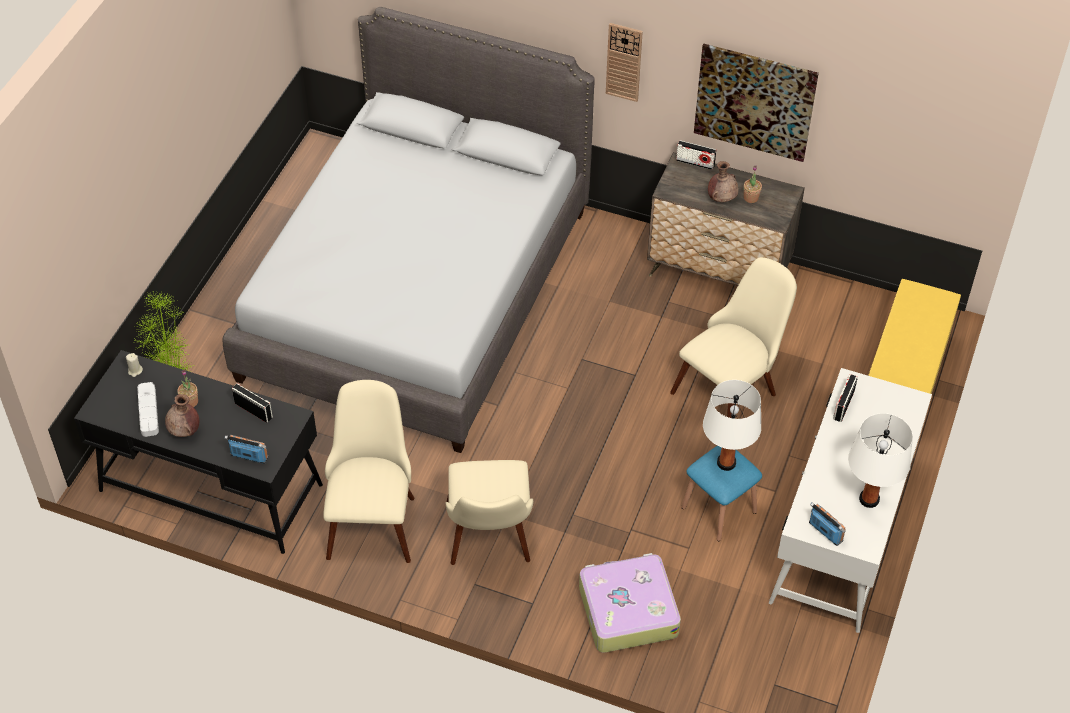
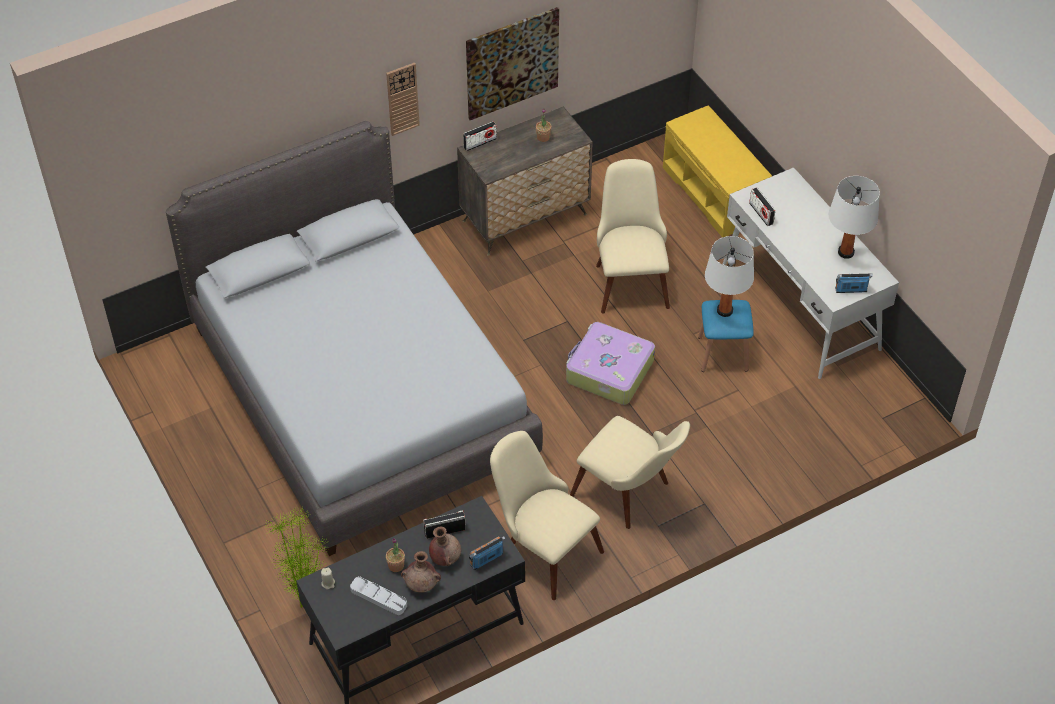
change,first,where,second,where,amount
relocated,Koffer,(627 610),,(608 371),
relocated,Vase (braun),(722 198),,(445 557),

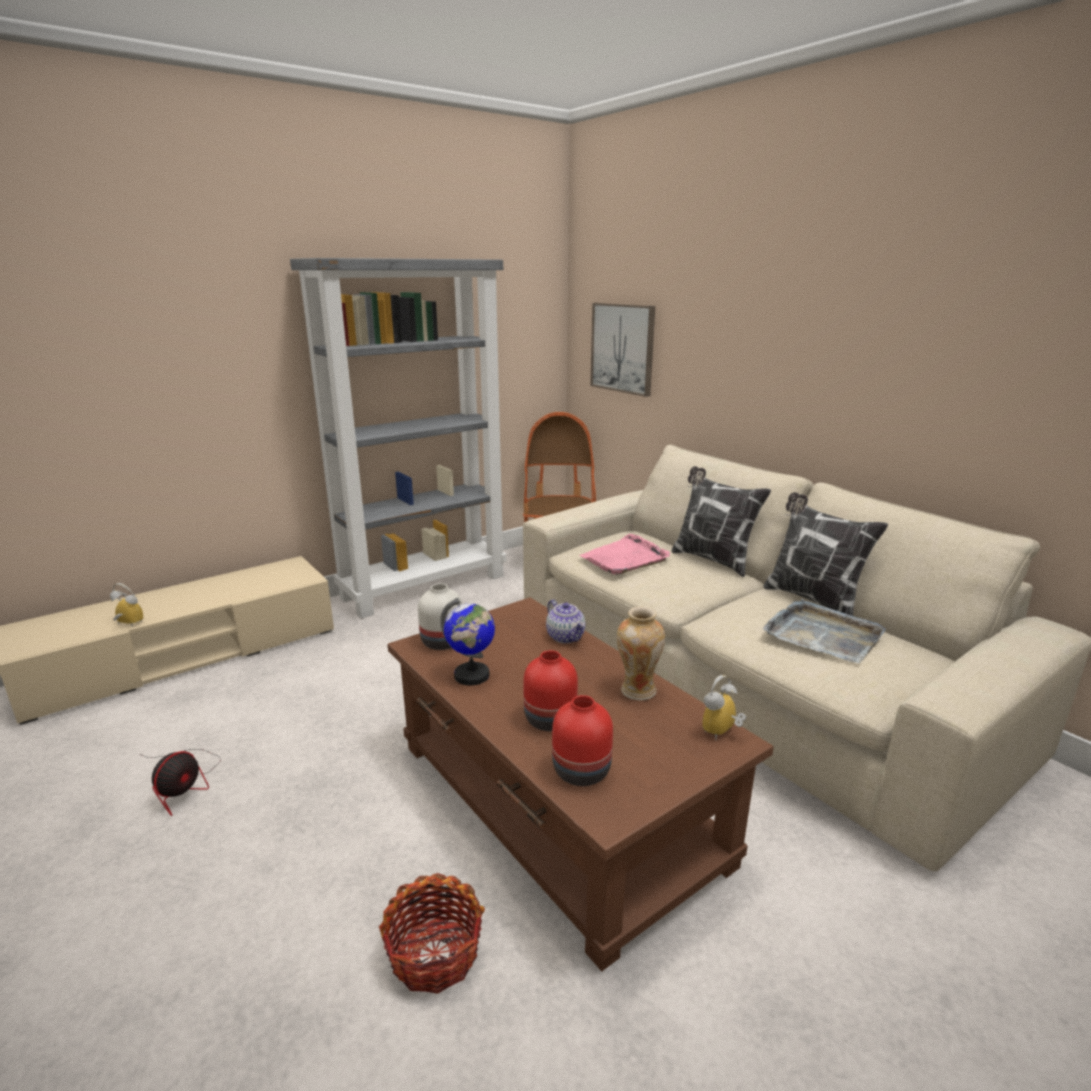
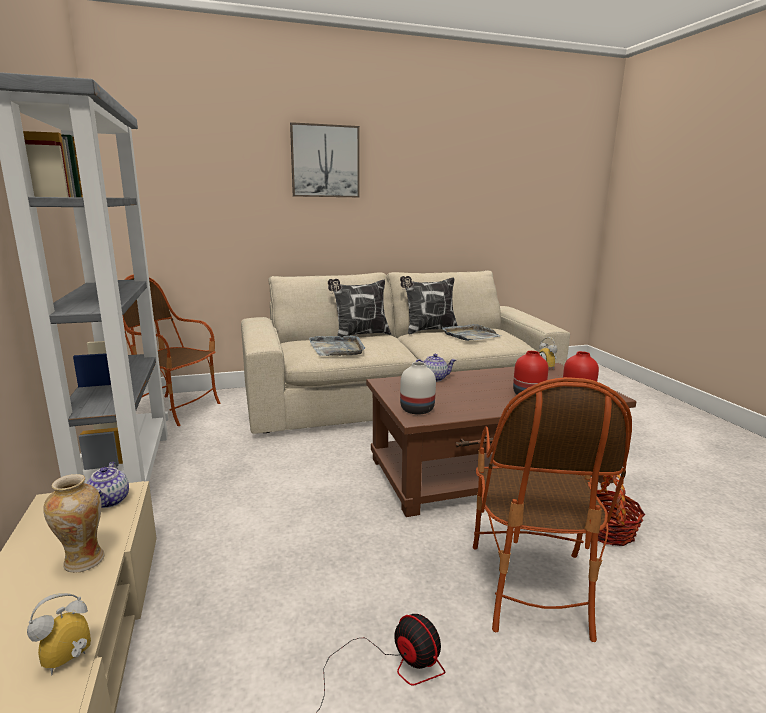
change,first,where,second,where,amount
missing,Globus,(472 676),,,
appeared,,,Teekanne,(110 501),
appeared,,,Sessel,(531 587),
relocated,Bild,(623 348),,(325 161),
relocated,Vase,(638 691),,(83 561),
colour,Tablett (rosa),(625 558),Tablett (grau),(337 348),

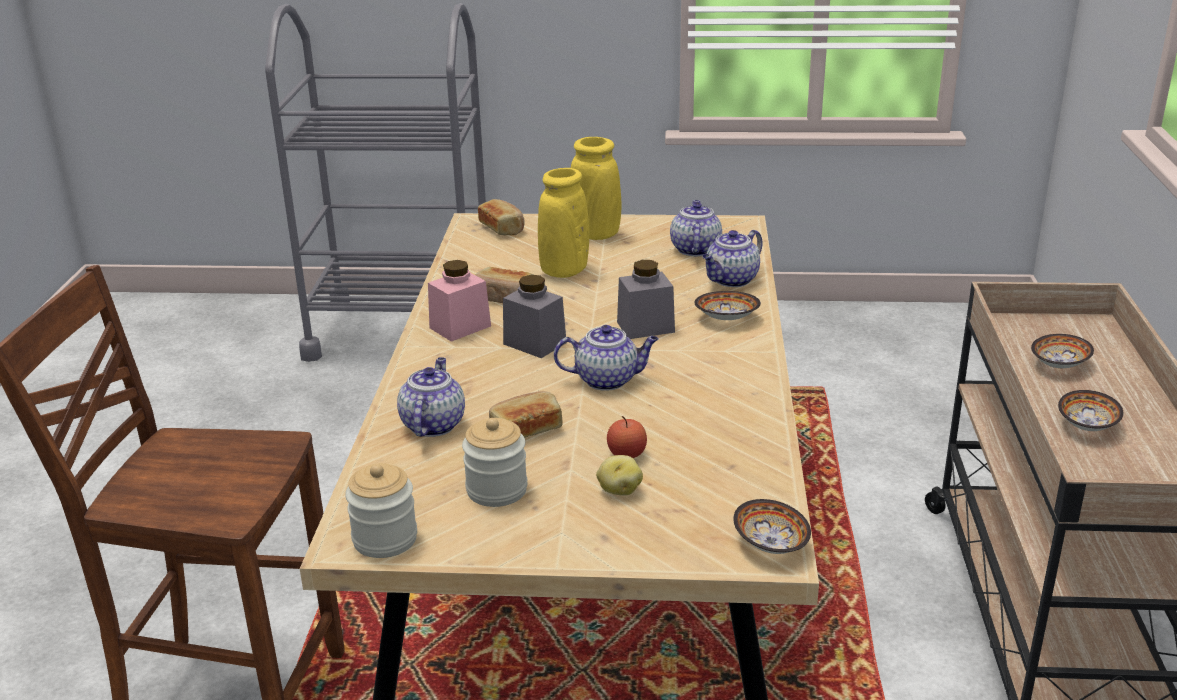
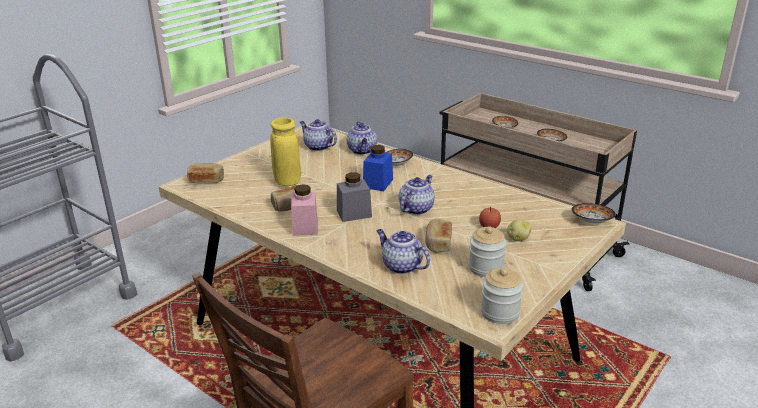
change,first,where,second,where,amount
missing,Vase (gelb),(595 235),,,
colour,Vorratsglas (grau),(645 327),Vorratsglas (blau),(378 183),

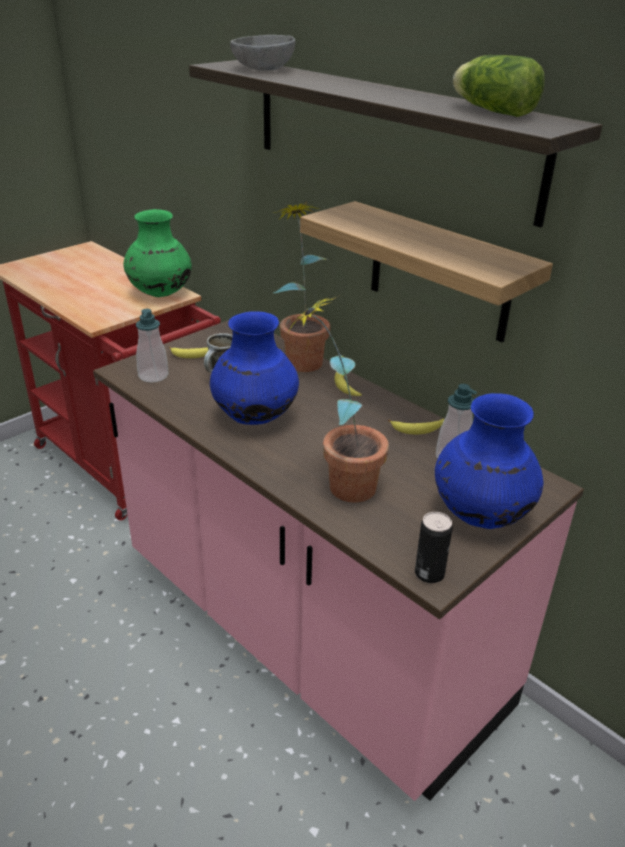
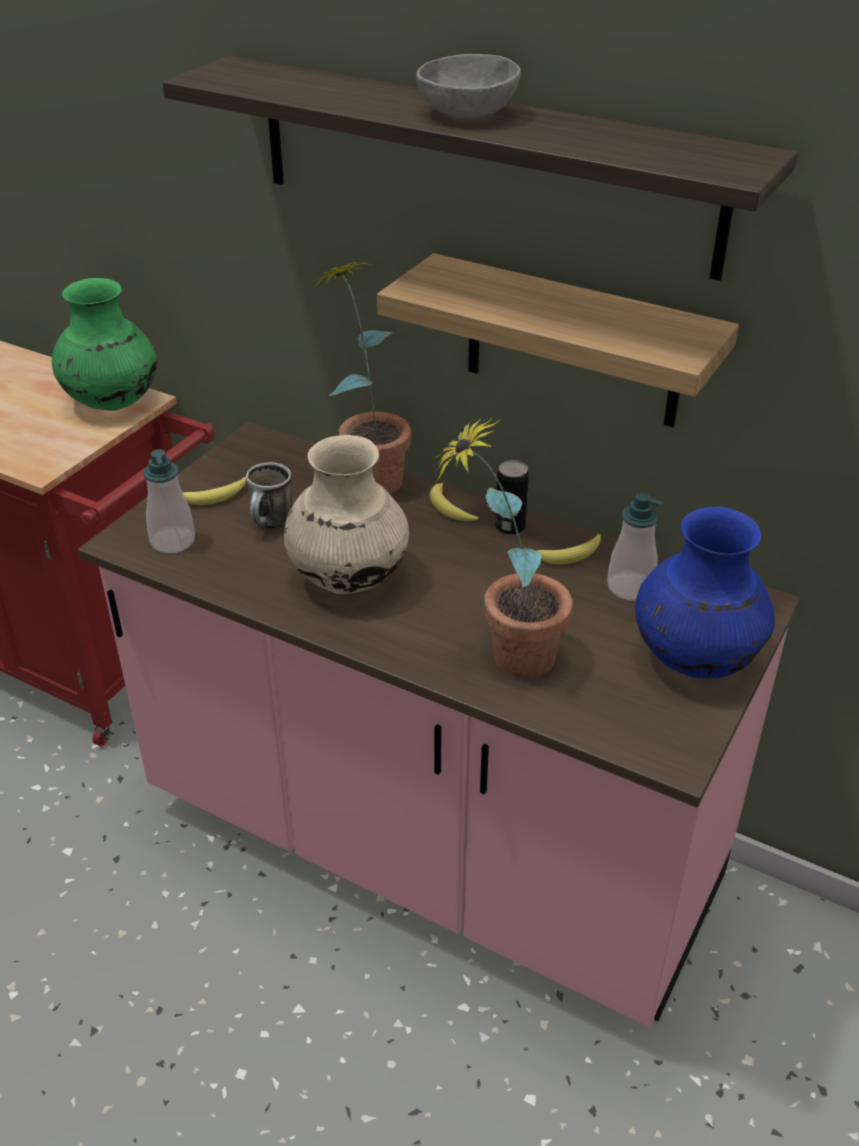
change,first,where,second,where,amount
missing,Salatkopf,(491 111),,,
relocated,Schüssel (grau),(263 69),,(467 114),
relocated,Dose,(429 573),,(510 527),
colour,Vase (blau),(254 416),Vase (beige),(348 578),

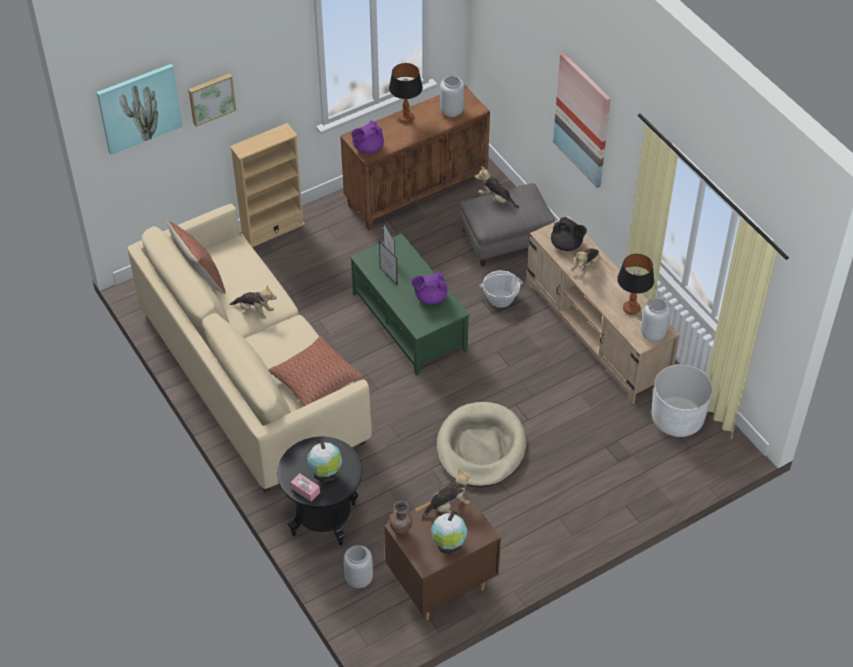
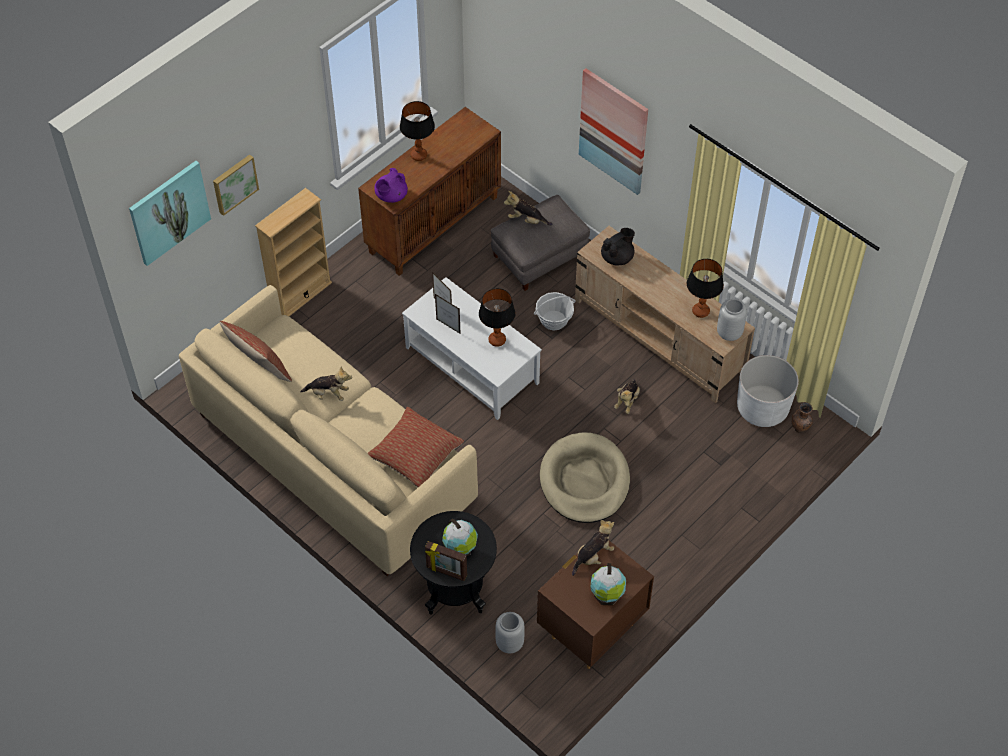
change,first,where,second,where,amount
missing,Vase (grau),(452 111),,,
relocated,Vase (braun),(401 531),,(800 429),
relocated,Plüschtier,(585 267),,(627 401),
exchanged,Taschentuchbox (rosa),(305 490),Bilderrahmen,(446 572),
exchanged,Teekanne (lila),(430 297),Tischlampe,(497 340),
colour,Couchtisch (grün),(408 323),Couchtisch (weiß),(471 366),
spun,Teekanne (schwarz),(567 245),,(617 257),60 degrees counterclockwise

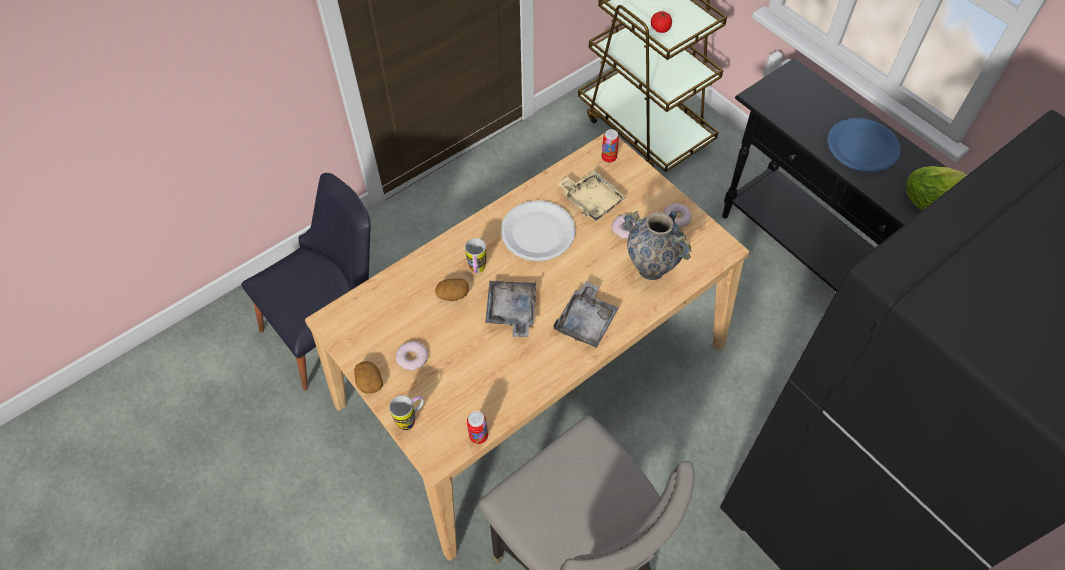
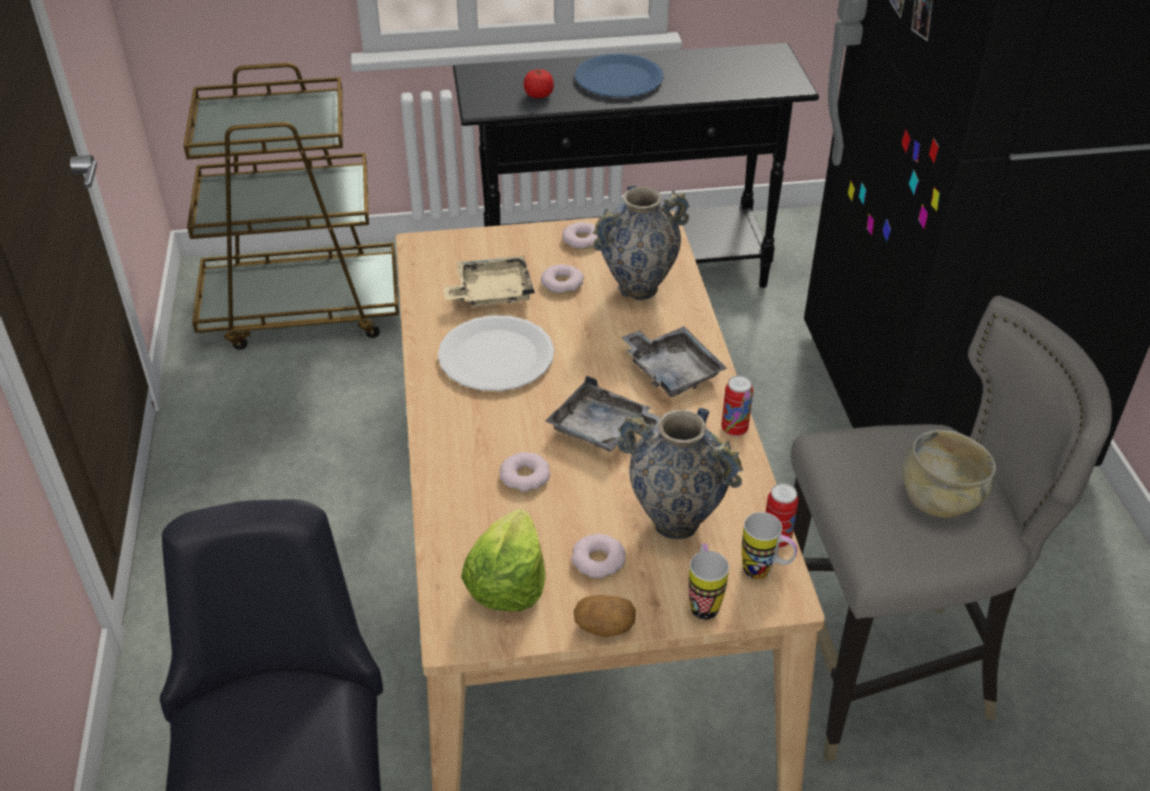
change,first,where,second,where,amount
appeared,,,Vase,(675 521),
appeared,,,Schüssel (beige),(939 498),
relocated,Henkelbecher,(477 271),,(765 573),
relocated,Dose,(609 158),,(734 429),
relocated,Tomate,(660 29),,(538 95),
relocated,Salatkopf,(927 196),,(507 582),
exchanged,Kartoffel,(452 294),Donut,(525 476),

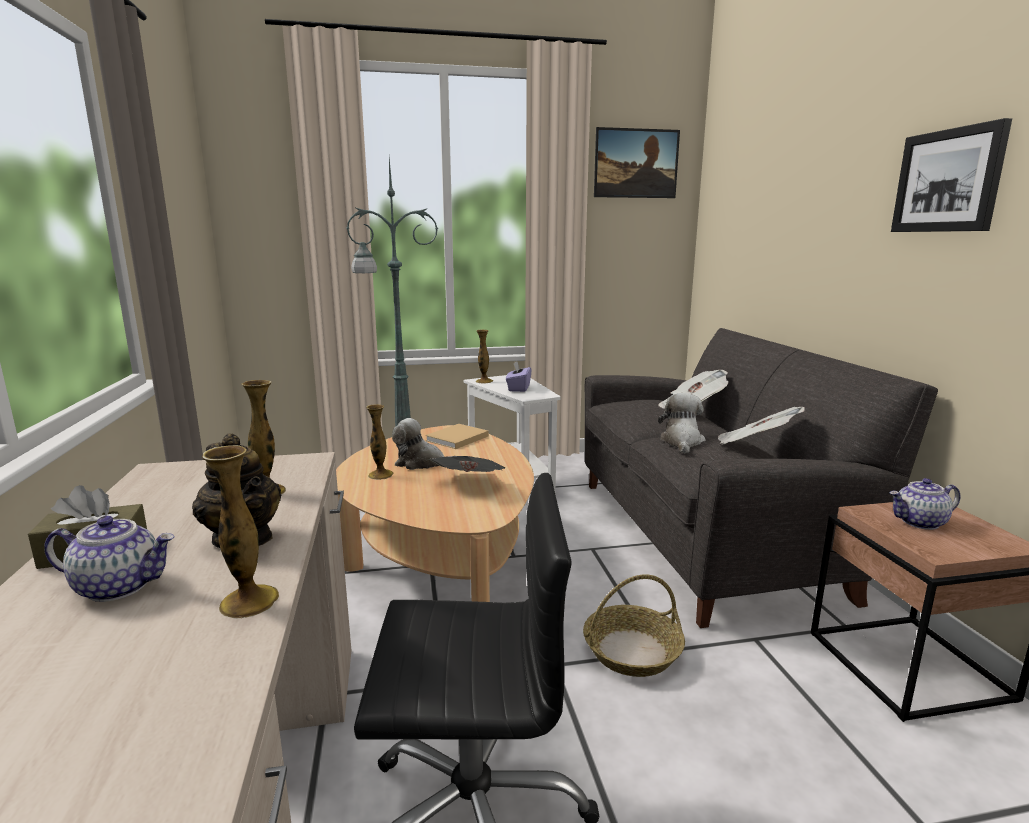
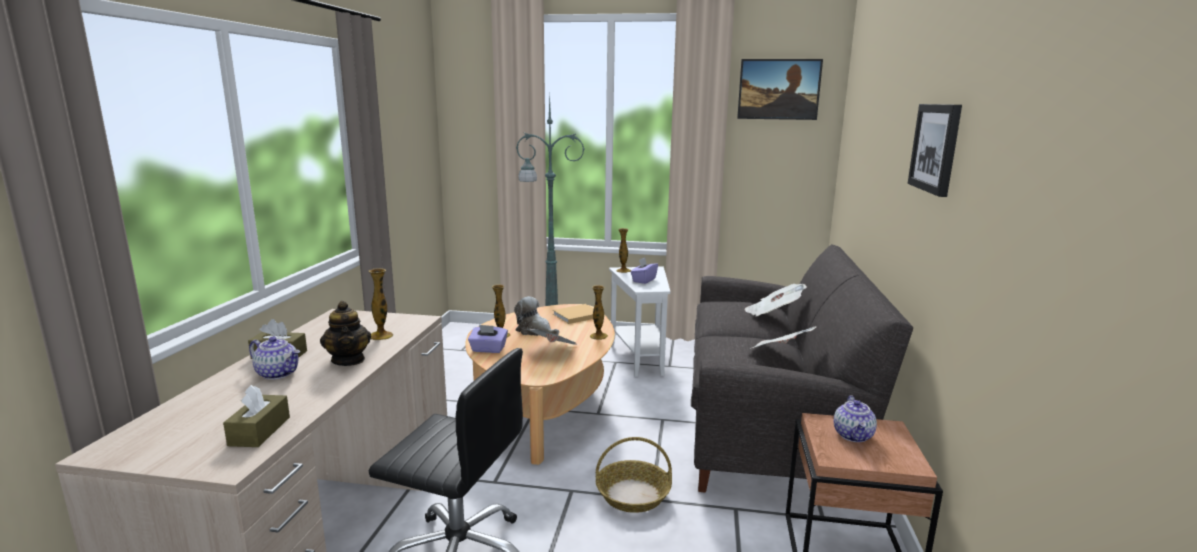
change,first,where,second,where,amount
missing,Plüschtier,(682 442),,,
appeared,,,Taschentuchbox (braun),(259 431),
appeared,,,Taschentuchbox (lila),(488 349),
relocated,Vase,(249 601),,(598 336),
spun,Teekanne,(920 522),,(853 436),90 degrees counterclockwise

